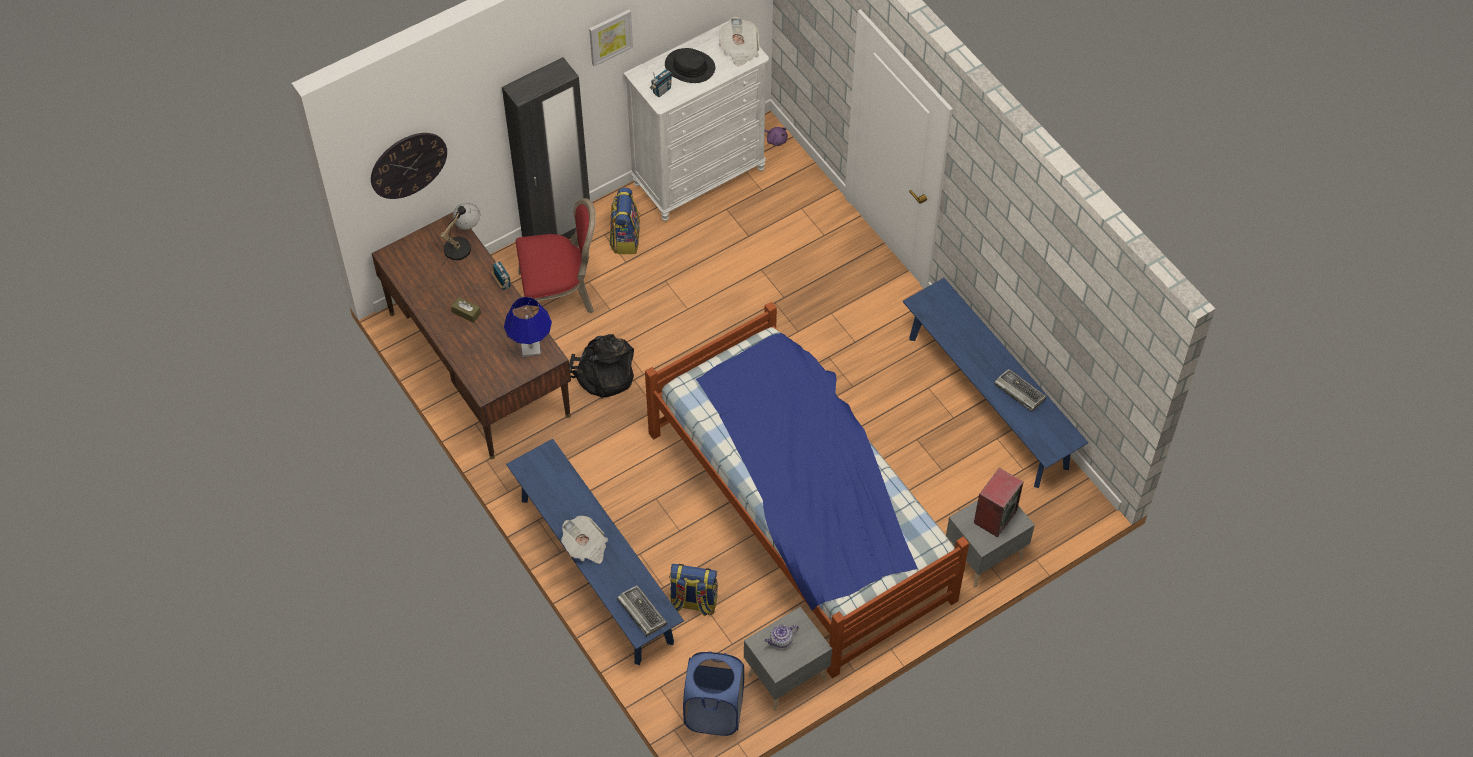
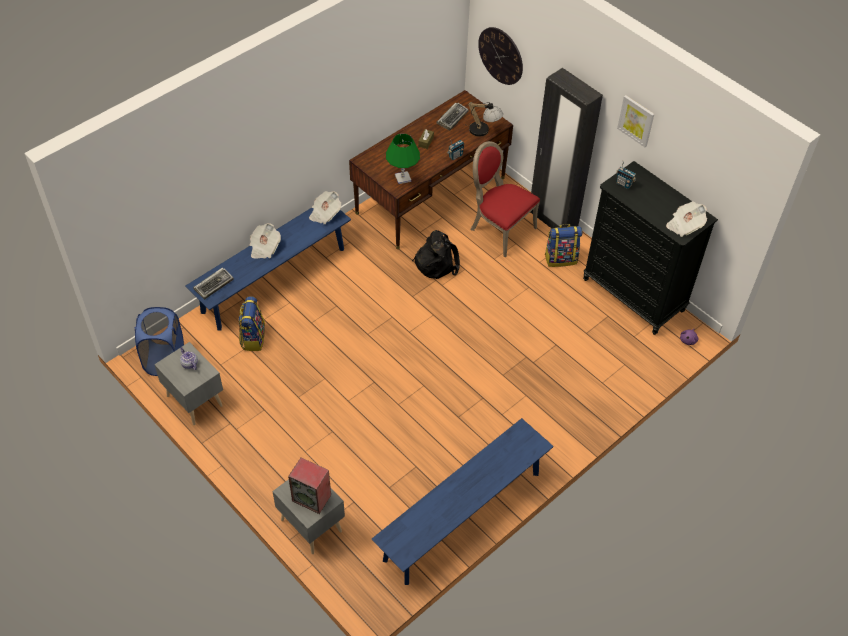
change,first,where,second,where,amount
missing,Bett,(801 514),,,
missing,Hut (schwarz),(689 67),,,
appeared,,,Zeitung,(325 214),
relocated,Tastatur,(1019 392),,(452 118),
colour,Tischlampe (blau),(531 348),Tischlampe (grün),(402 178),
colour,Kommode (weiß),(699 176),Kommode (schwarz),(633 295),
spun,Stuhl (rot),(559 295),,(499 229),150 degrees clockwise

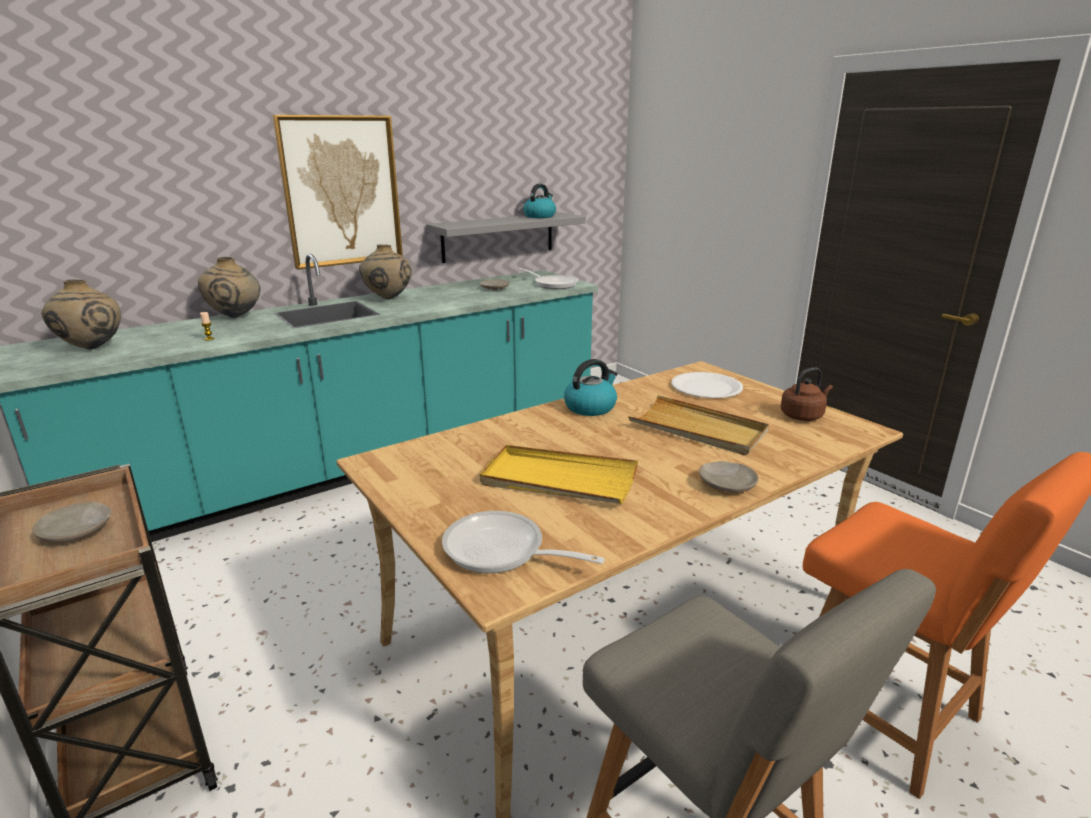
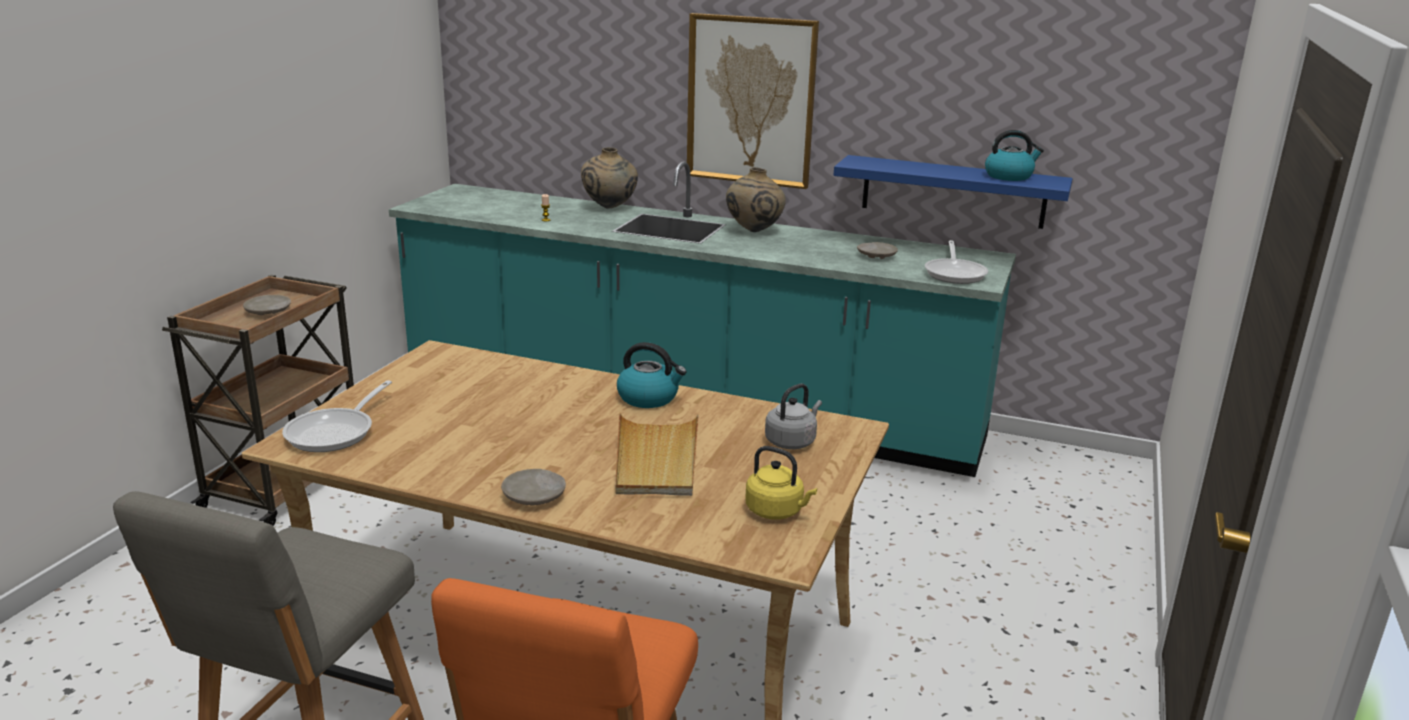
change,first,where,second,where,amount
missing,Vase (beige),(92 348),,,
missing,Tablett (gelb),(558 479),,,
exchanged,Teller (weiß),(706 387),Wasserkessel (grau),(792 441),
colour,Wandregal (grau),(498 237),Wandregal (blau),(953 191),
colour,Wasserkessel (braun),(803 416),Wasserkessel (gelb),(777 511),
spun,Pfanne,(501 551),,(335 432),150 degrees counterclockwise

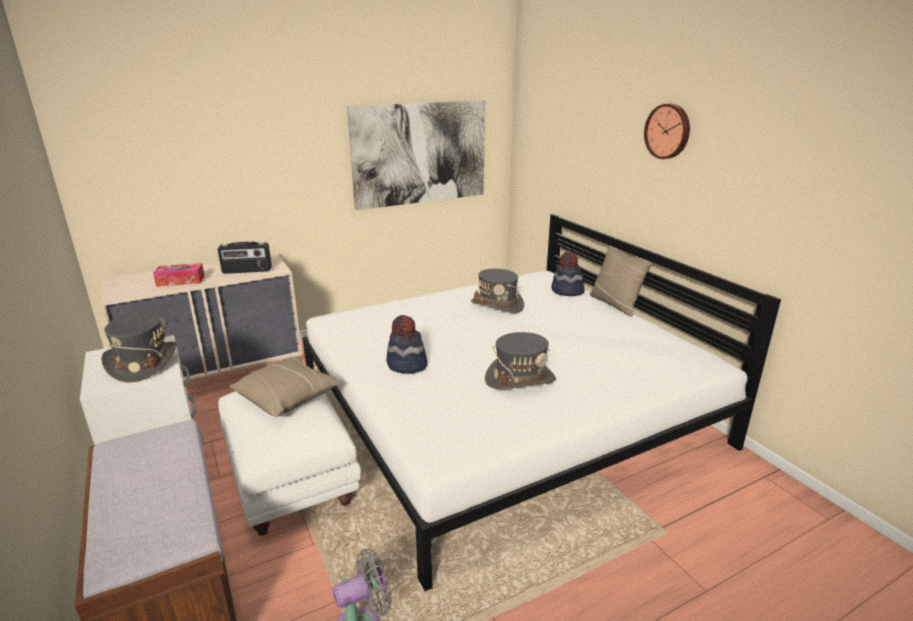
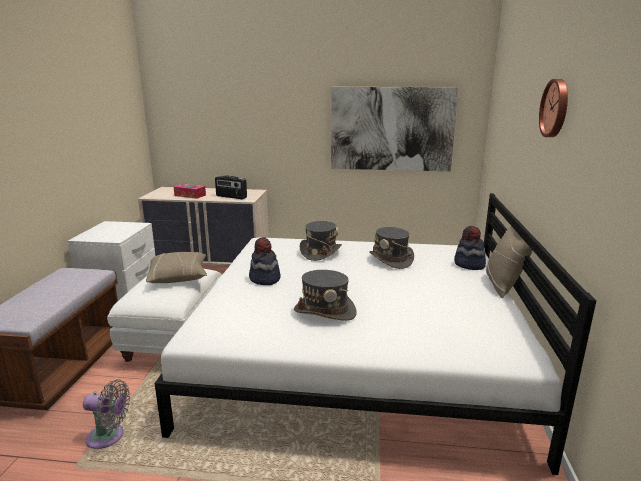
change,first,where,second,where,amount
relocated,Hut (grau),(143 363),,(320 252),

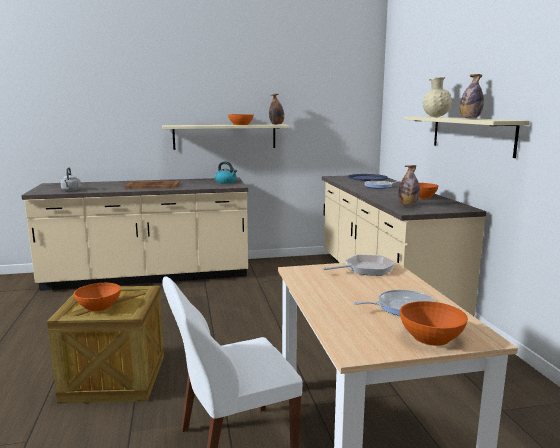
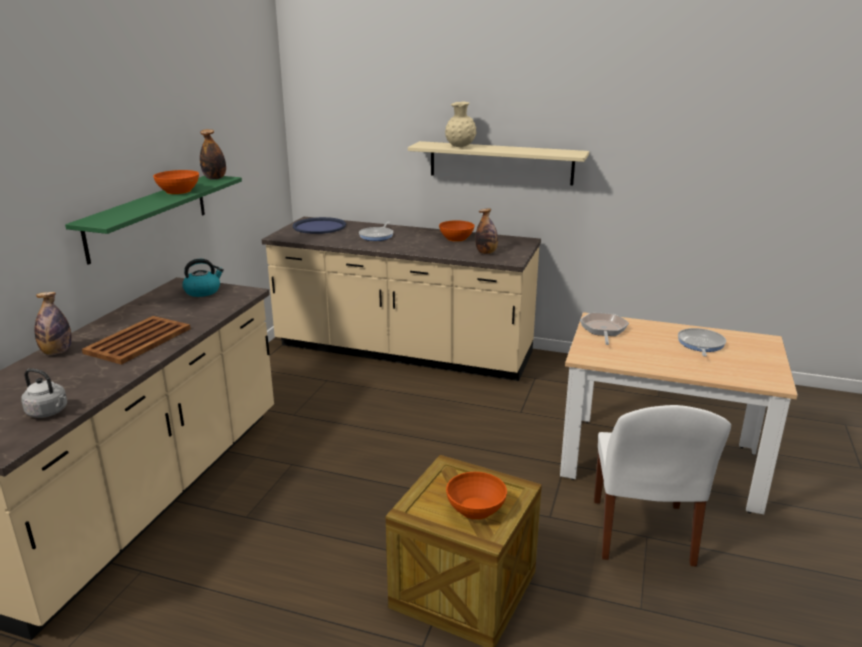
change,first,where,second,where,amount
missing,Schüssel (orange),(431 337),,,
relocated,Flasche,(470 118),,(57 352),
colour,Wandregal (beige),(225 136),Wandregal (grün),(148 216),

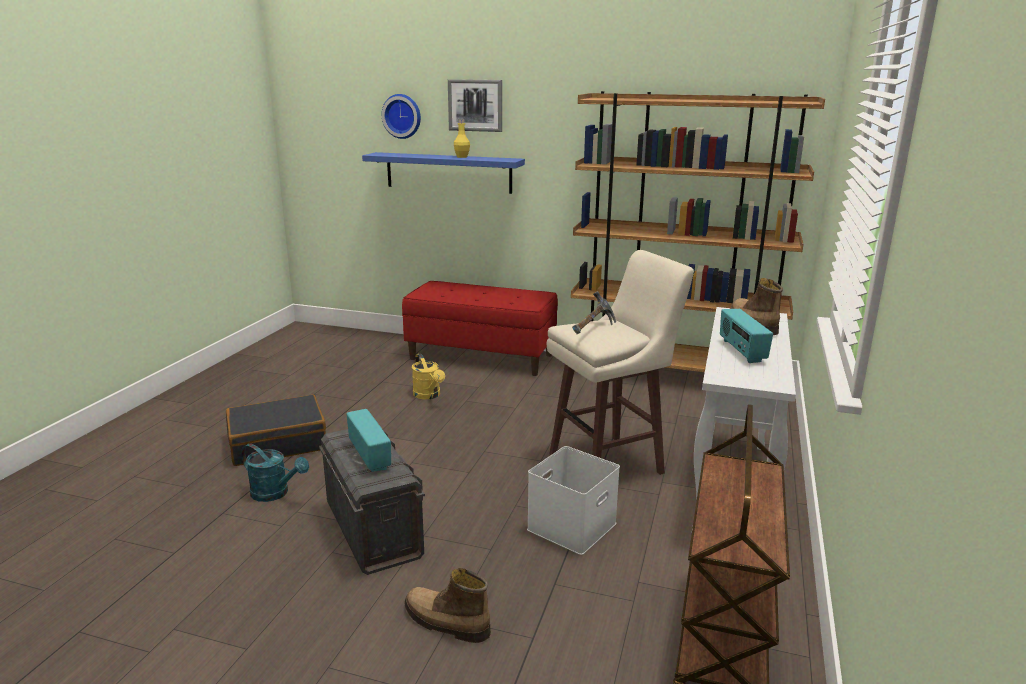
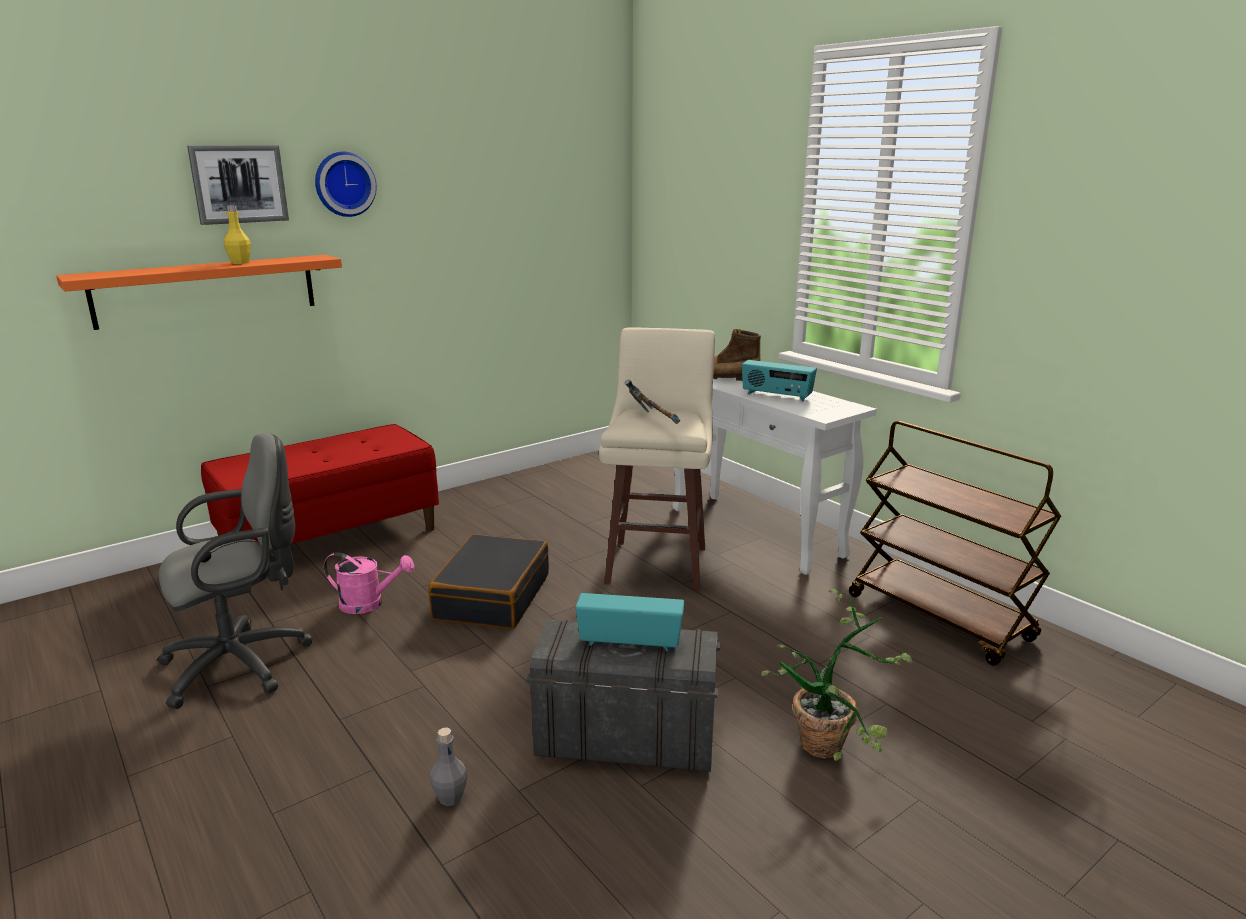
change,first,where,second,where,amount
missing,Aufbewahrungsbox (weiß),(571 525),,,
missing,Bücherregal (braun),(673 378),,,
appeared,,,Bürostuhl (grau),(244 663),
relocated,Koffer (schwarz),(277 442),,(492 596),
relocated,Wanduhr,(402 116),,(344 184),
exchanged,Gießkanne (türkis),(275 493),Flasche (grau),(450 798),
exchanged,Stiefel,(445 623),Topfpflanze,(833 745),
colour,Wandregal (blau),(448 172),Wandregal (orange),(206 290),
colour,Gießkanne (gelb),(429 395),Gießkanne (rosa),(369 604),

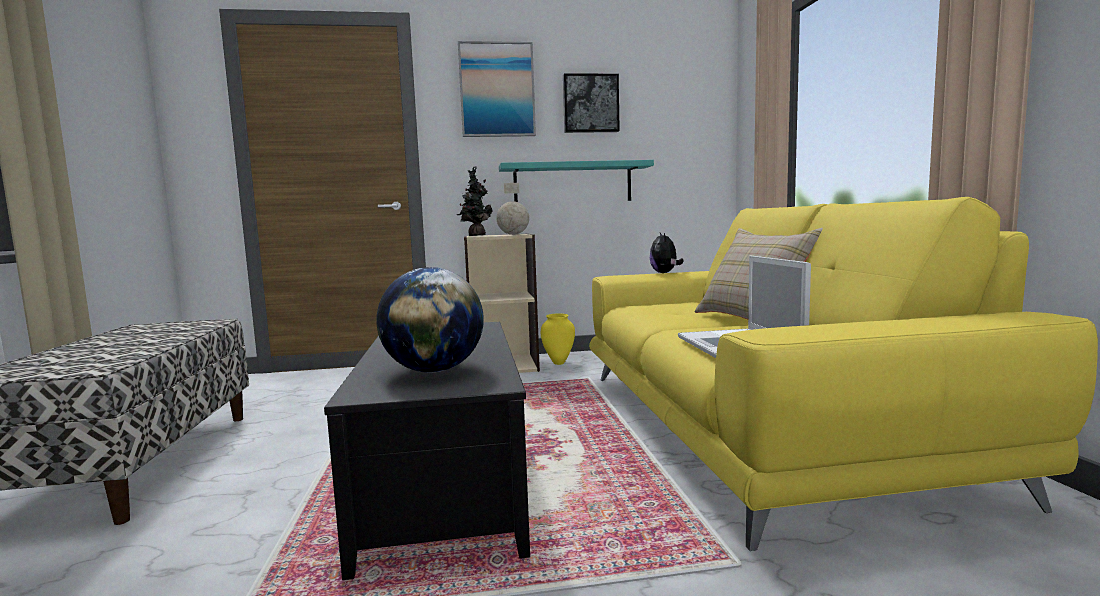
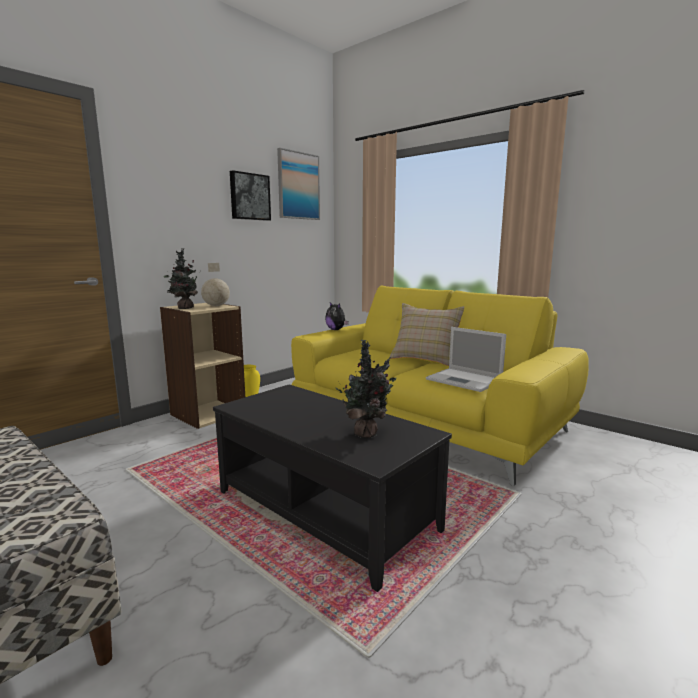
change,first,where,second,where,amount
missing,Wandregal (türkis),(573 183),,,
relocated,Bild,(497 90),,(298 186),
exchanged,Globus,(434 370),Topfpflanze,(366 433),

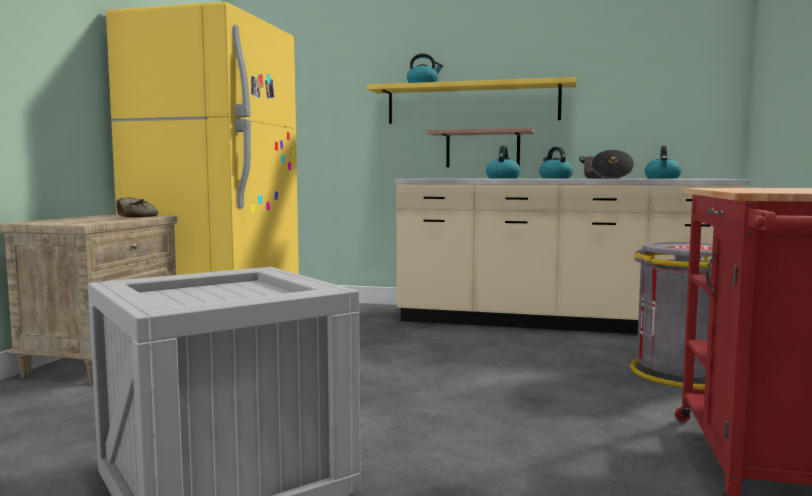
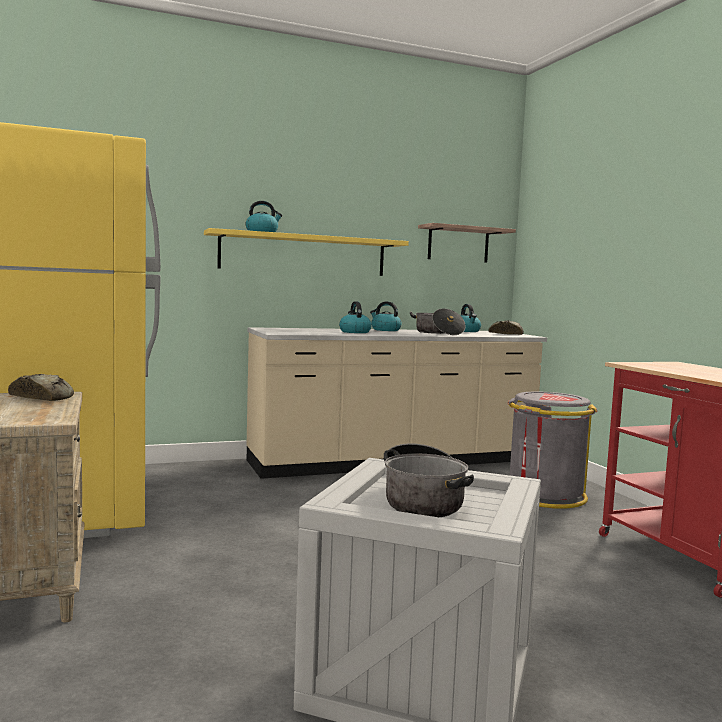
change,first,where,second,where,amount
appeared,,,Kochtopf,(422 500),
appeared,,,Brot,(505 334),
relocated,Wandregal,(482 149),,(458 244),

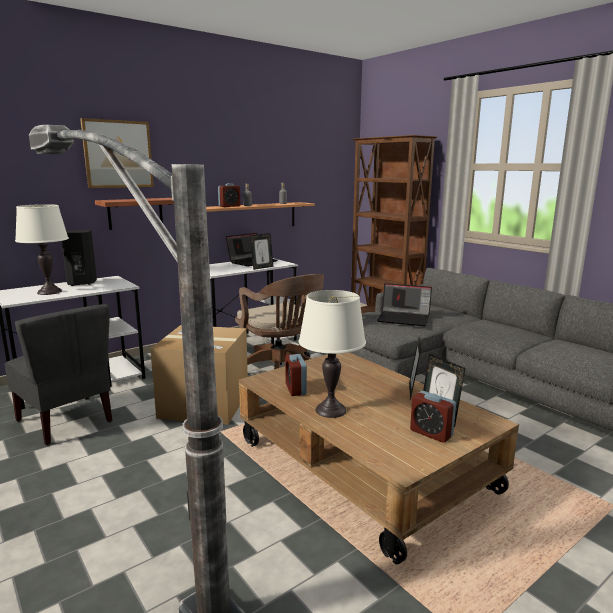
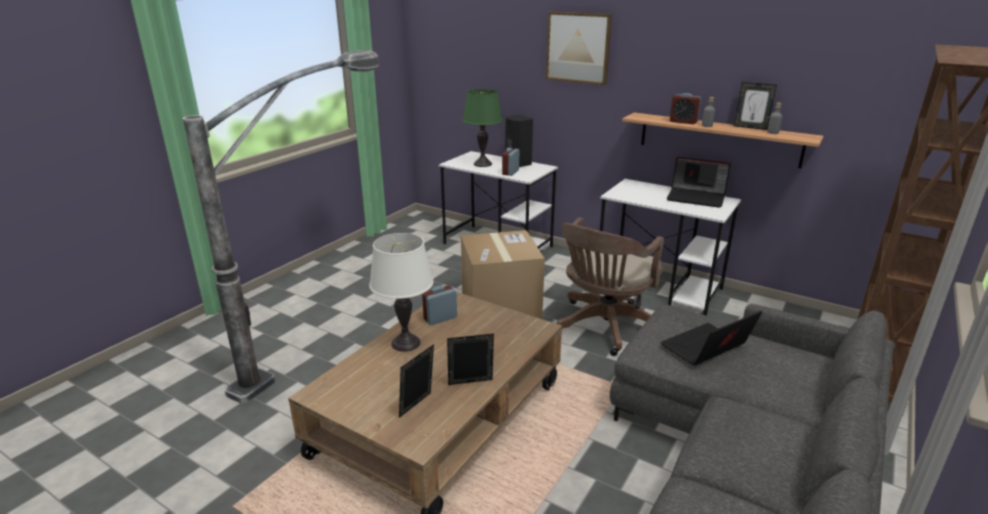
change,first,where,second,where,amount
missing,Stuhl (grau),(66 421),,,
missing,Wandregal,(135 213),,,
relocated,Bilderrahmen,(262 267),,(750 127),
relocated,Wecker,(431 433),,(510 172),
colour,Tischlampe (weiß),(49 292),Tischlampe (grün),(482 164),
spun,Laptop,(404 319),,(706 348),60 degrees clockwise

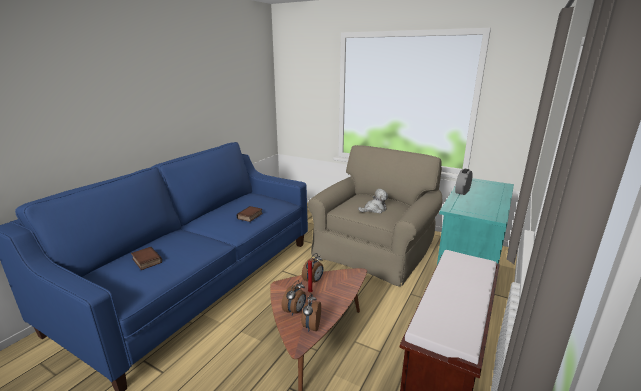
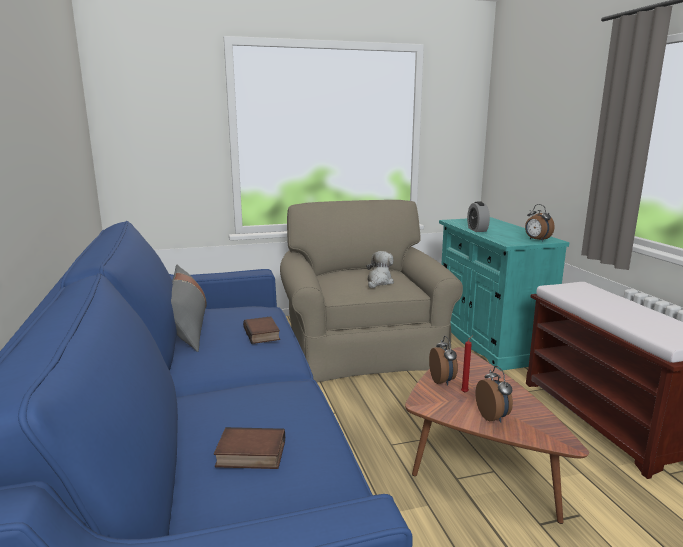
change,first,where,second,where,amount
appeared,,,Kissen (grau),(188 327),
relocated,Wecker,(311 326),,(536 240),

